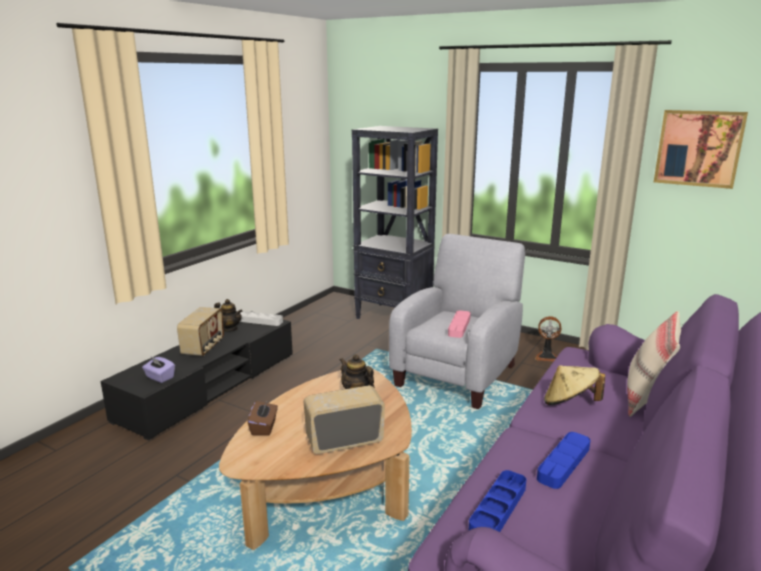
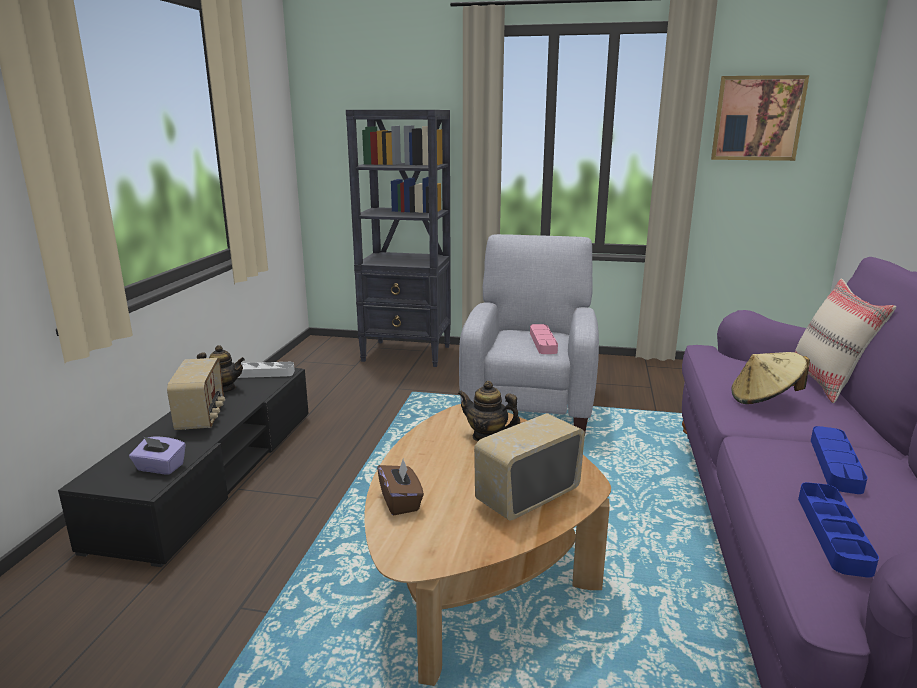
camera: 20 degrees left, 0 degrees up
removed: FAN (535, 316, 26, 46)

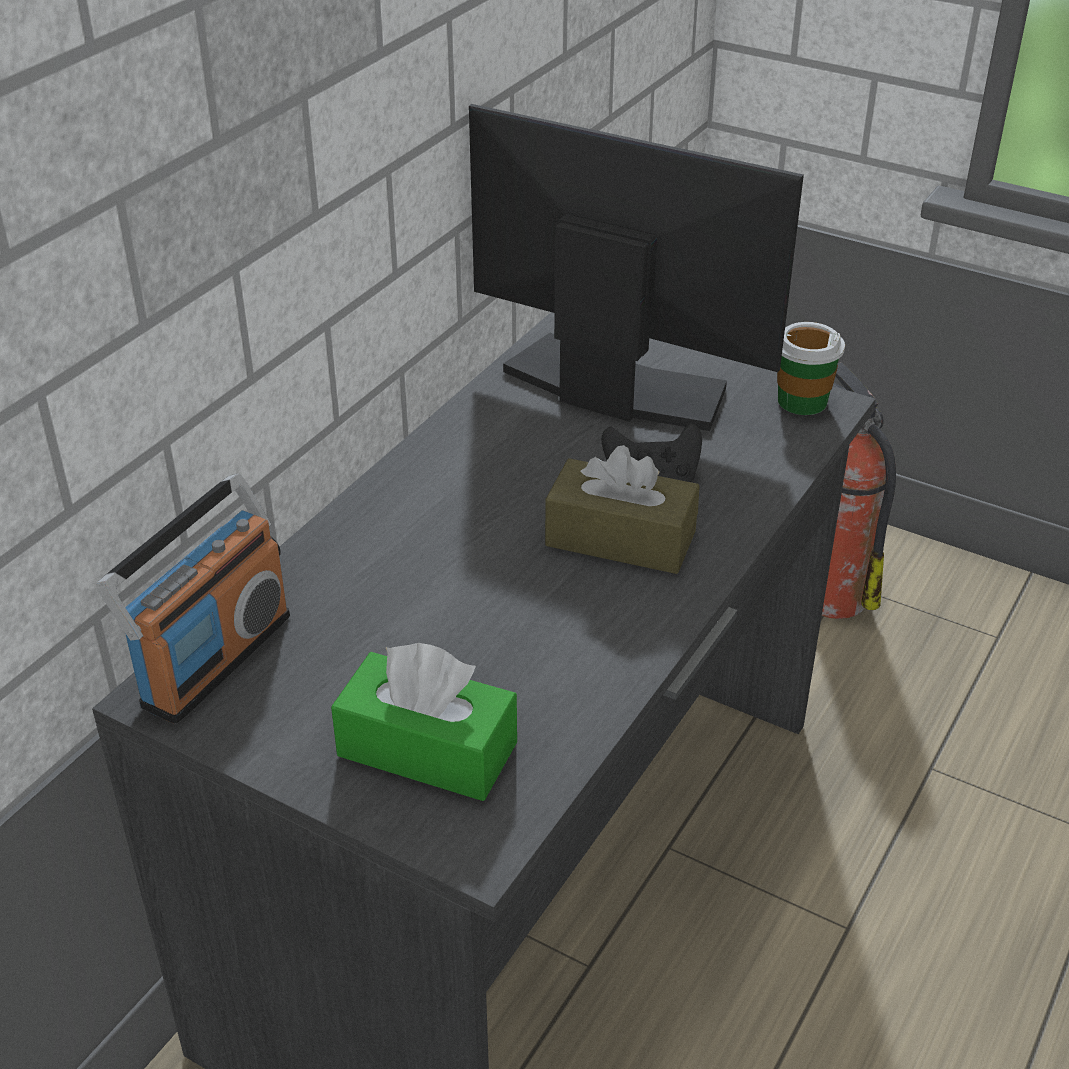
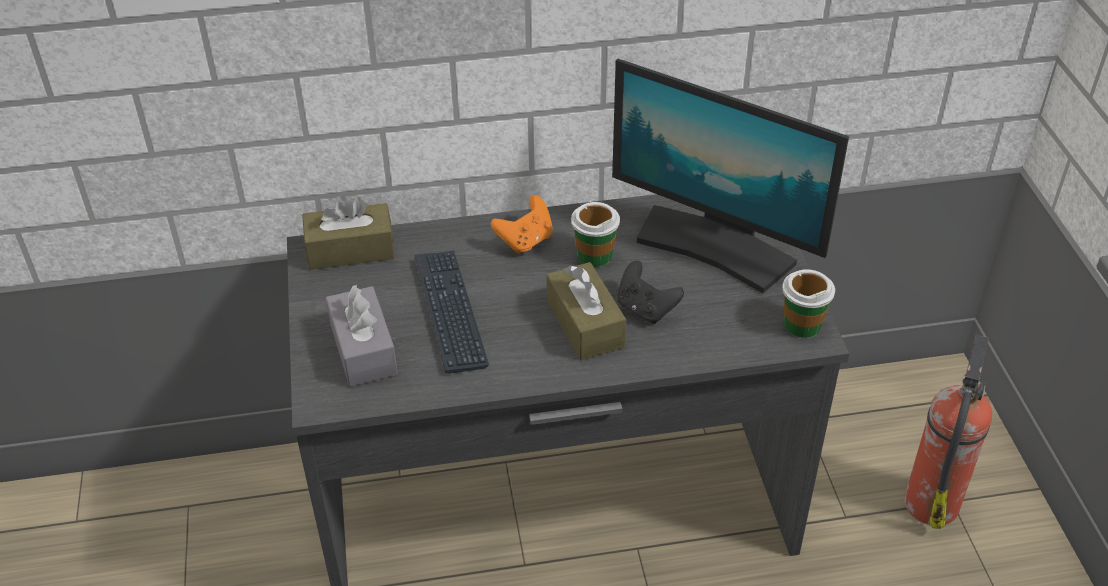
camera: 50 degrees right, 5 degrees up
added: KEYBOARD (414, 250, 75, 124); ORANGE GAME CONTROLLER (491, 195, 62, 59); CUP (571, 202, 49, 65)
replaced: RADIO (97, 474, 193, 250) to BROWN TISSUE BOX (302, 196, 93, 74)
recoloured: GREEN TISSUE BOX (331, 643, 186, 158) to GREY TISSUE BOX (326, 284, 72, 102)
turned: MONITOR (469, 104, 335, 327) = (612, 58, 237, 235) 135 degrees clockwise

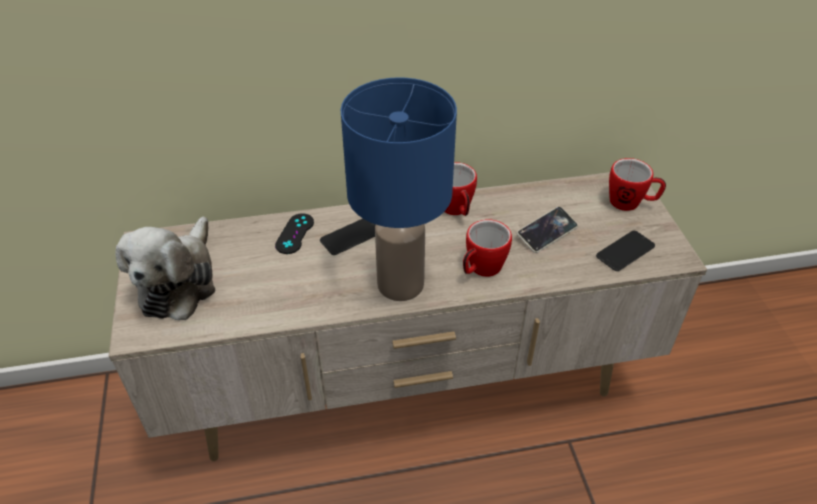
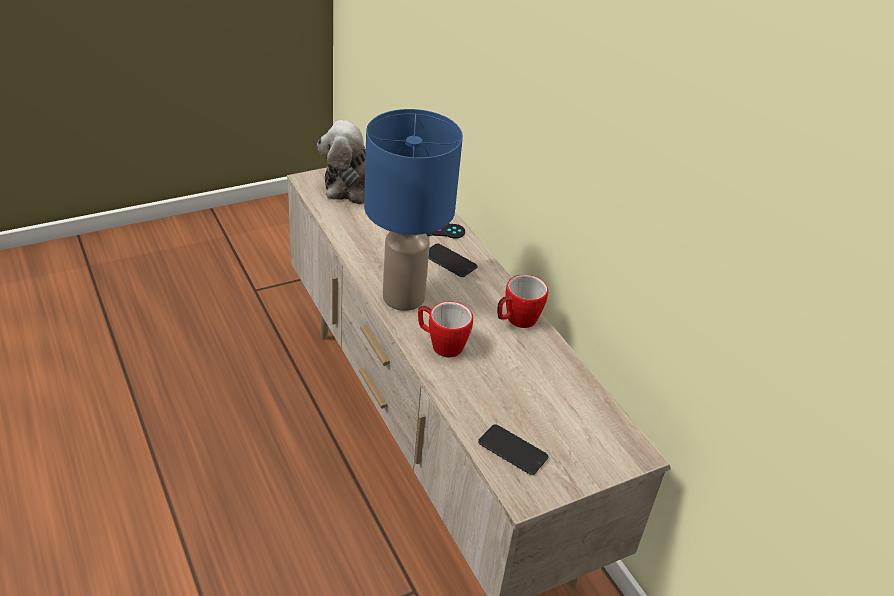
camera: 70 degrees right, 5 degrees down
removed: PHONE (517, 207, 61, 46); MUG (609, 158, 57, 53)

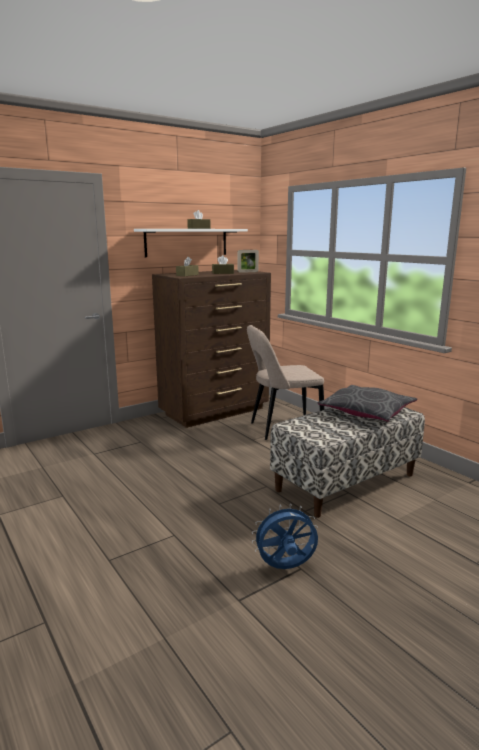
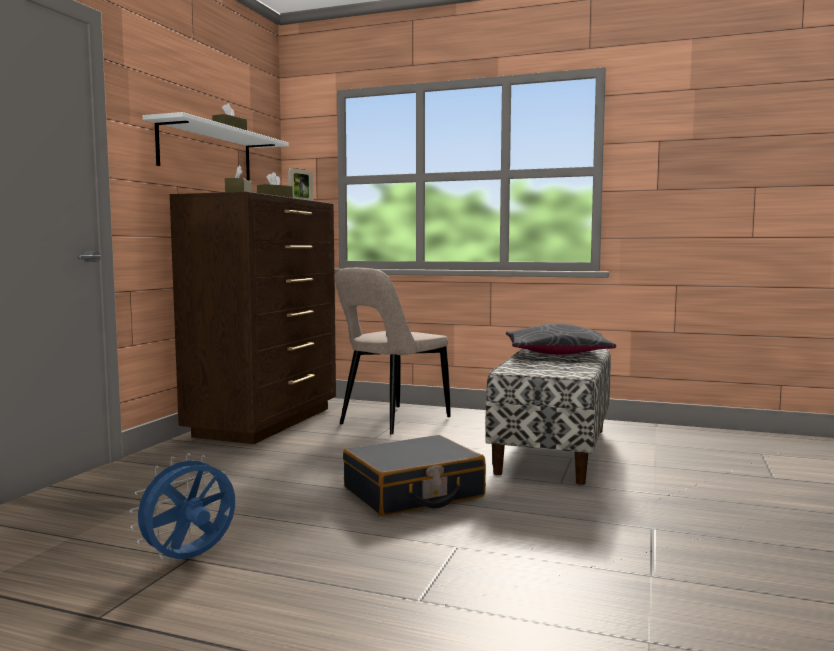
camera: 35 degrees left, 10 degrees down
added: BLACK SUITCASE (343, 435, 143, 81)
moved: BLUE FAN (252, 503, 66, 66) to (130, 453, 105, 106)

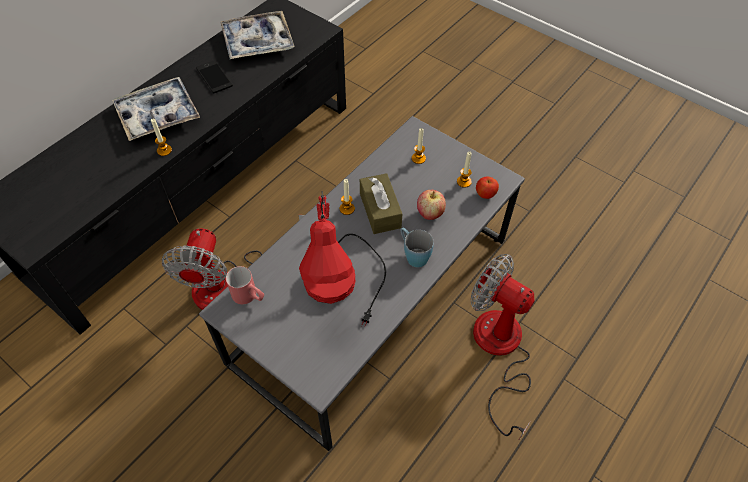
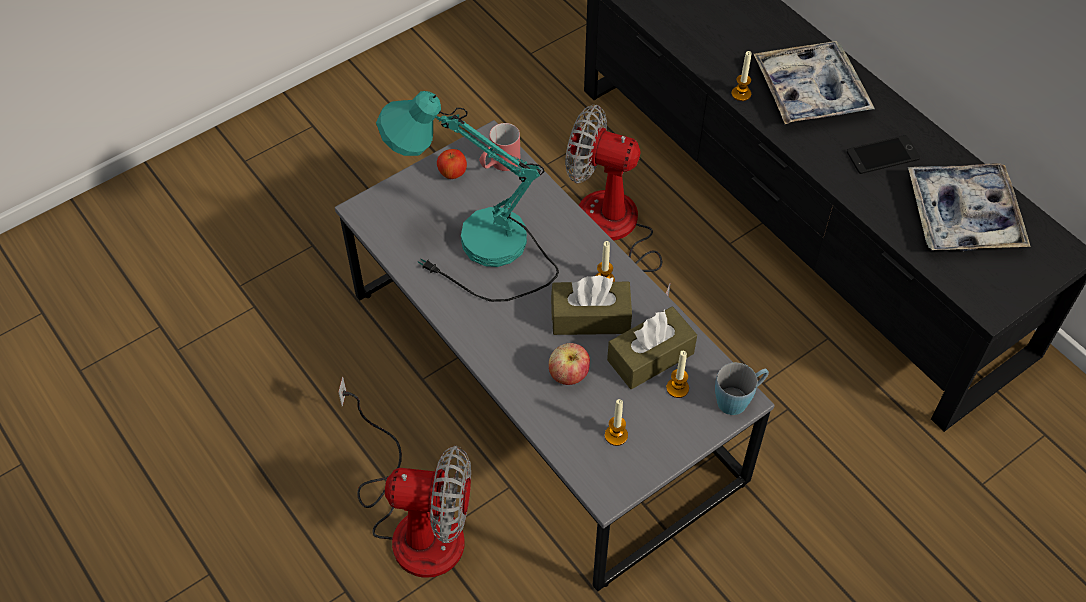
camera: 105 degrees right, 0 degrees up
added: BROWN TISSUE BOX (607, 307, 90, 82)
moved: BLUE MUG (401, 228, 33, 40) to (715, 363, 54, 52); APPLE (476, 177, 23, 22) to (437, 149, 30, 30)
recoloured: RED TABLE LAMP (299, 191, 87, 135) to TURQUOISE TABLE LAMP (376, 91, 183, 211)
turned: FAN (471, 254, 64, 186) = (338, 377, 133, 201) 45 degrees clockwise

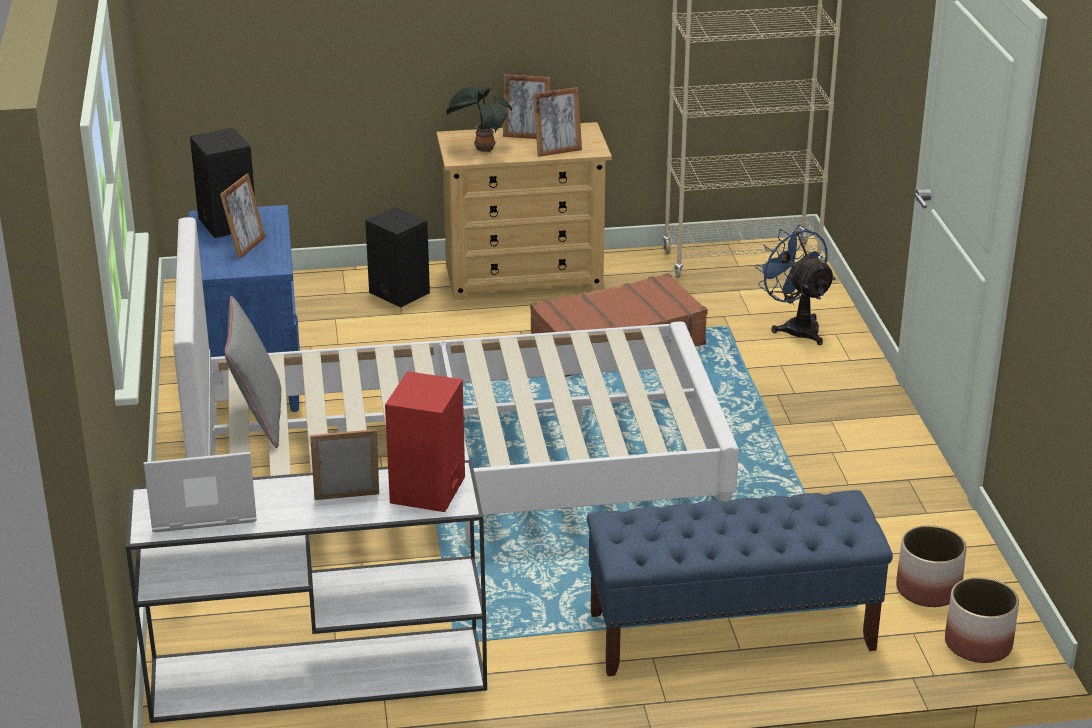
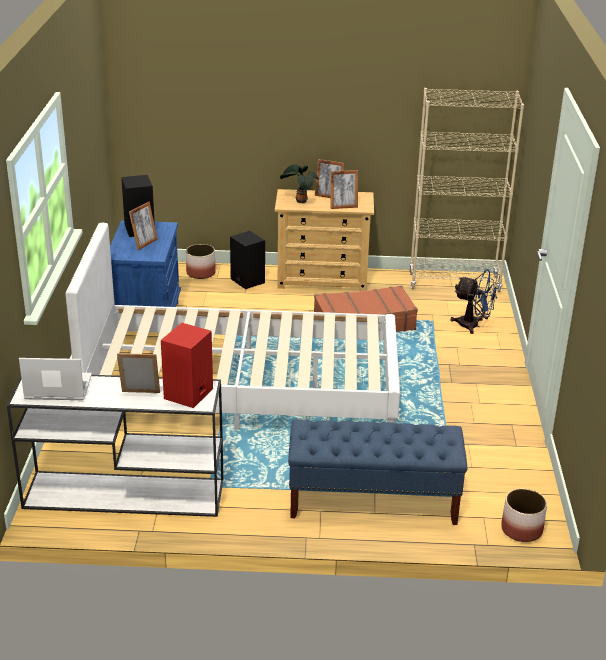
camera: 10 degrees right, 0 degrees up
removed: GREY PILLOW (224, 296, 57, 152)
moved: PLANTER (896, 525, 71, 82) to (186, 244, 30, 35)
turned: BLUE FAN (755, 225, 81, 120) = (450, 269, 50, 65) 135 degrees clockwise

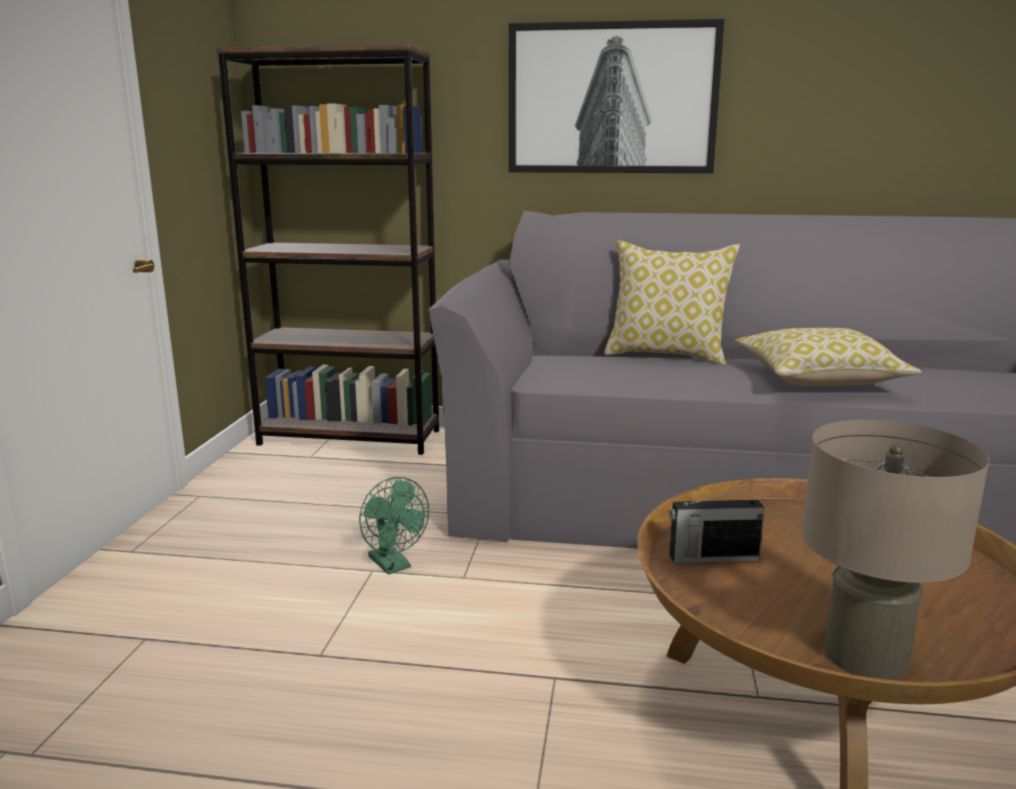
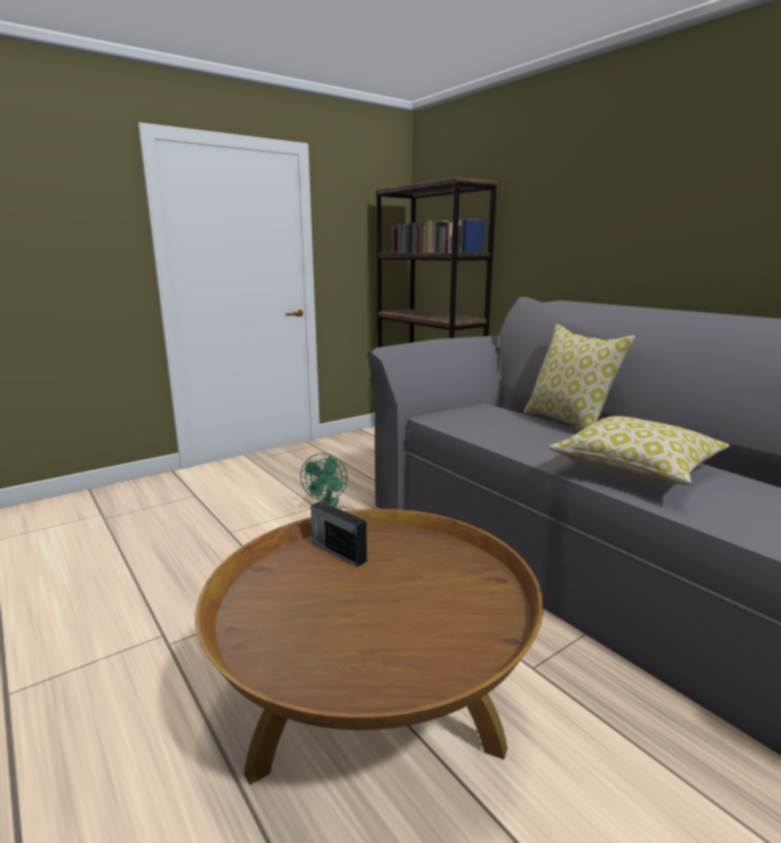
camera: 45 degrees right, 0 degrees up
removed: PICTURE (509, 19, 215, 154); BEIGE TABLE LAMP (801, 420, 188, 260)

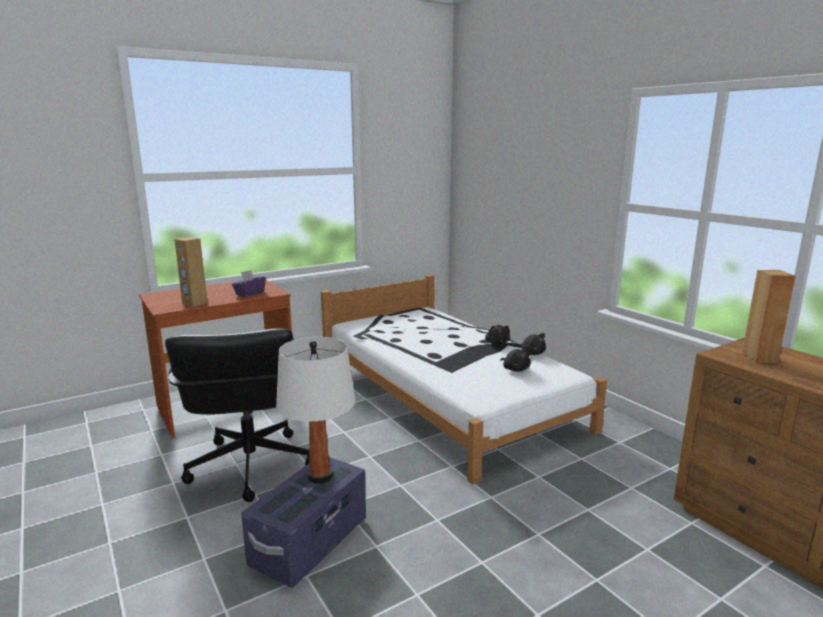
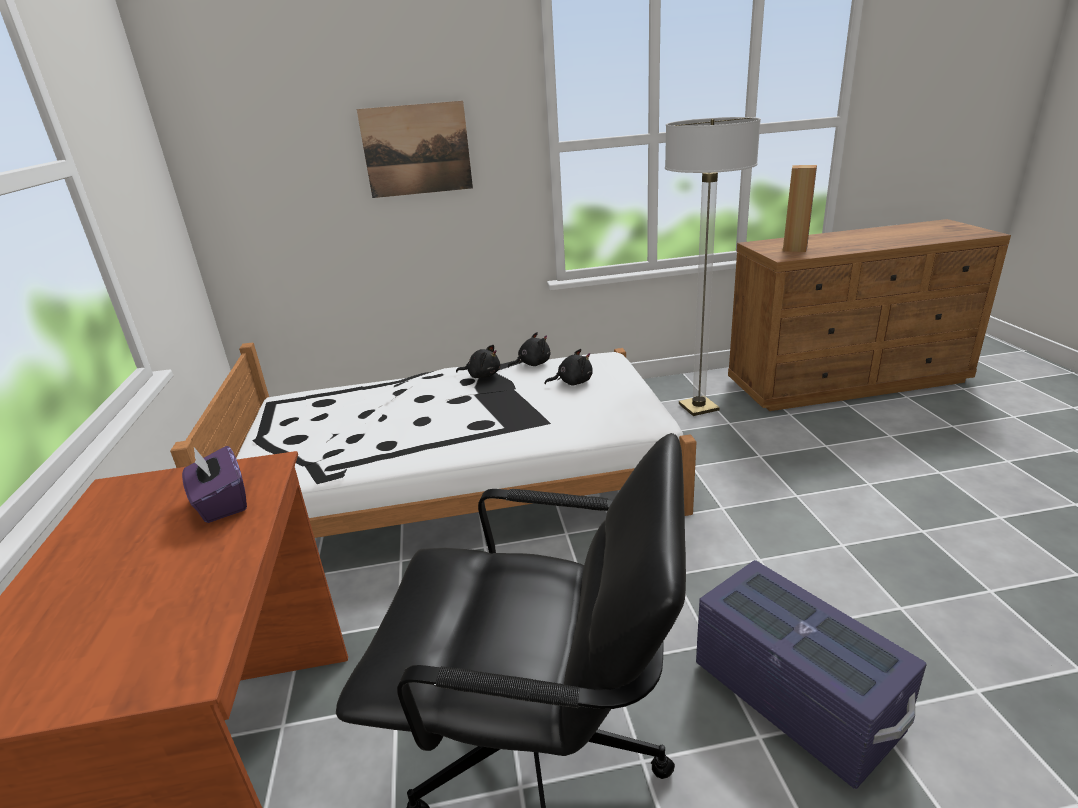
camera: 65 degrees left, 10 degrees up
removed: BROWN SPEAKER (174, 237, 34, 70); WHITE TABLE LAMP (276, 337, 80, 147)
added: PICTURE (357, 101, 116, 97); FLOOR LAMP (665, 117, 96, 299)

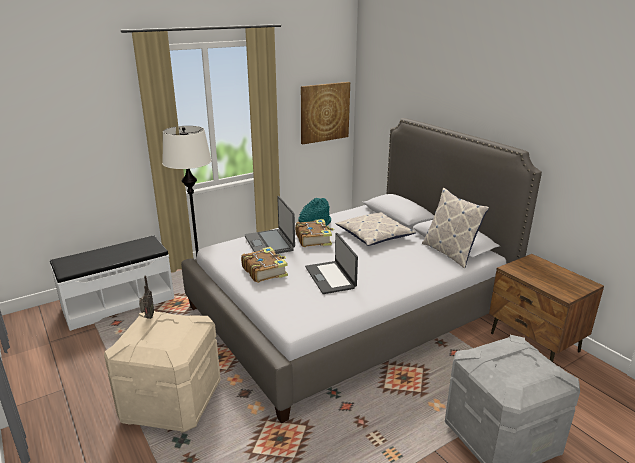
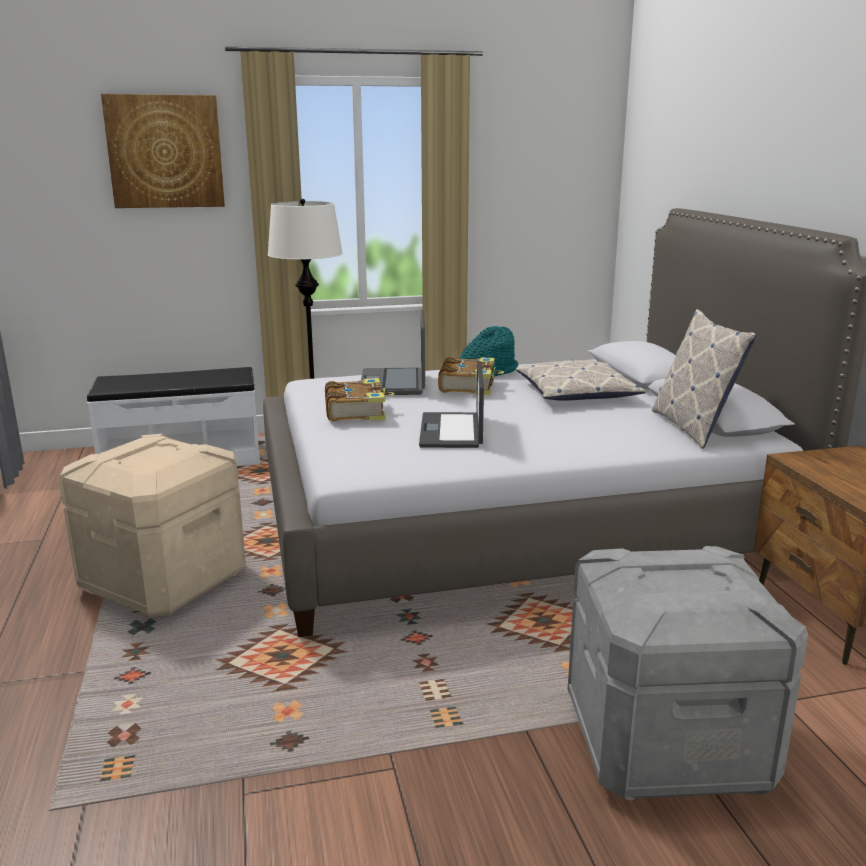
camera: 20 degrees right, 5 degrees down
removed: RADIO (139, 276, 15, 43)
moved: PICTURE (301, 82, 49, 62) to (101, 94, 124, 114)

